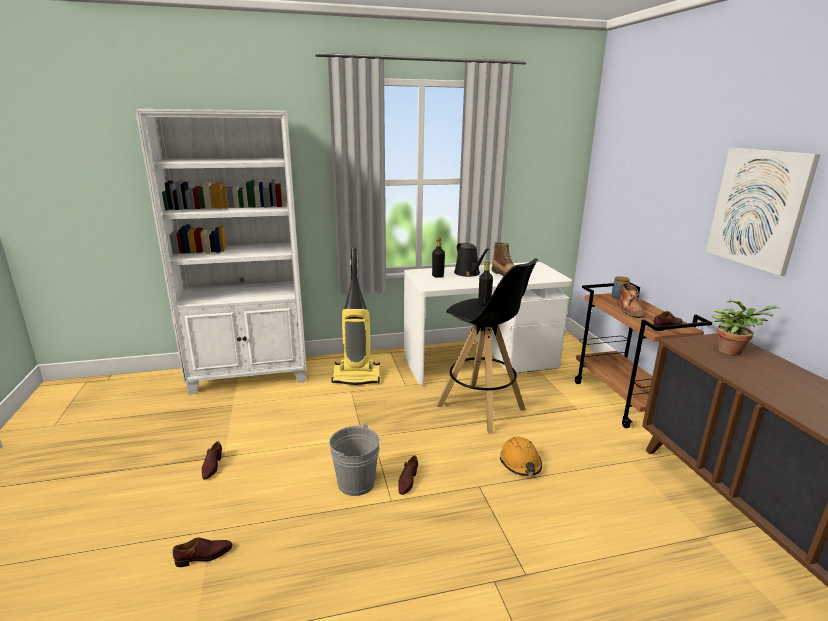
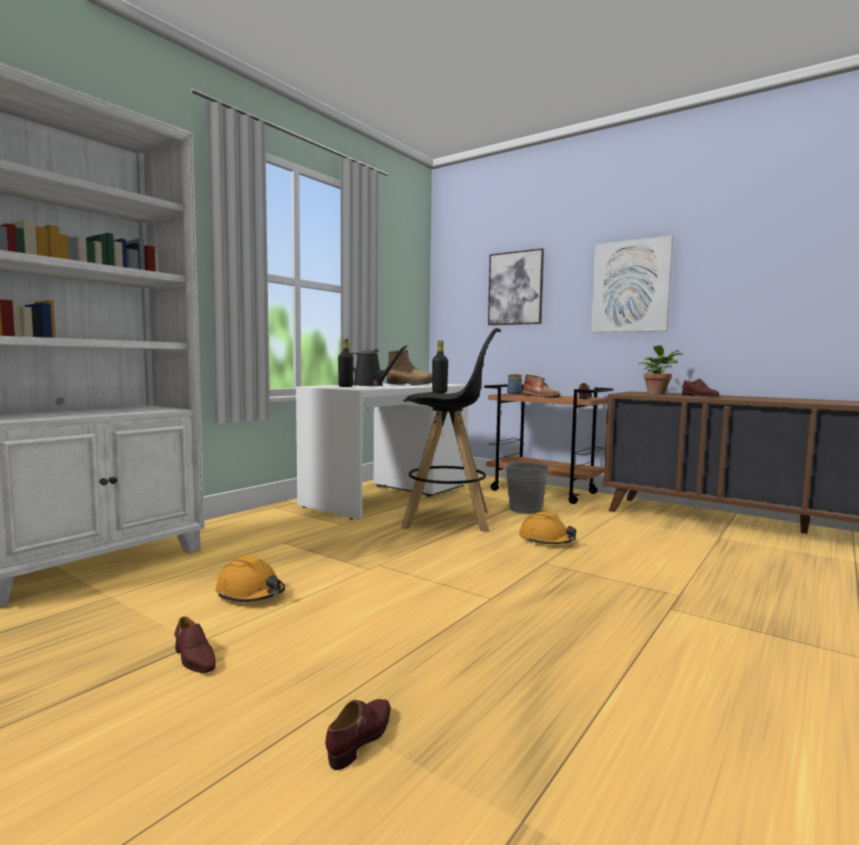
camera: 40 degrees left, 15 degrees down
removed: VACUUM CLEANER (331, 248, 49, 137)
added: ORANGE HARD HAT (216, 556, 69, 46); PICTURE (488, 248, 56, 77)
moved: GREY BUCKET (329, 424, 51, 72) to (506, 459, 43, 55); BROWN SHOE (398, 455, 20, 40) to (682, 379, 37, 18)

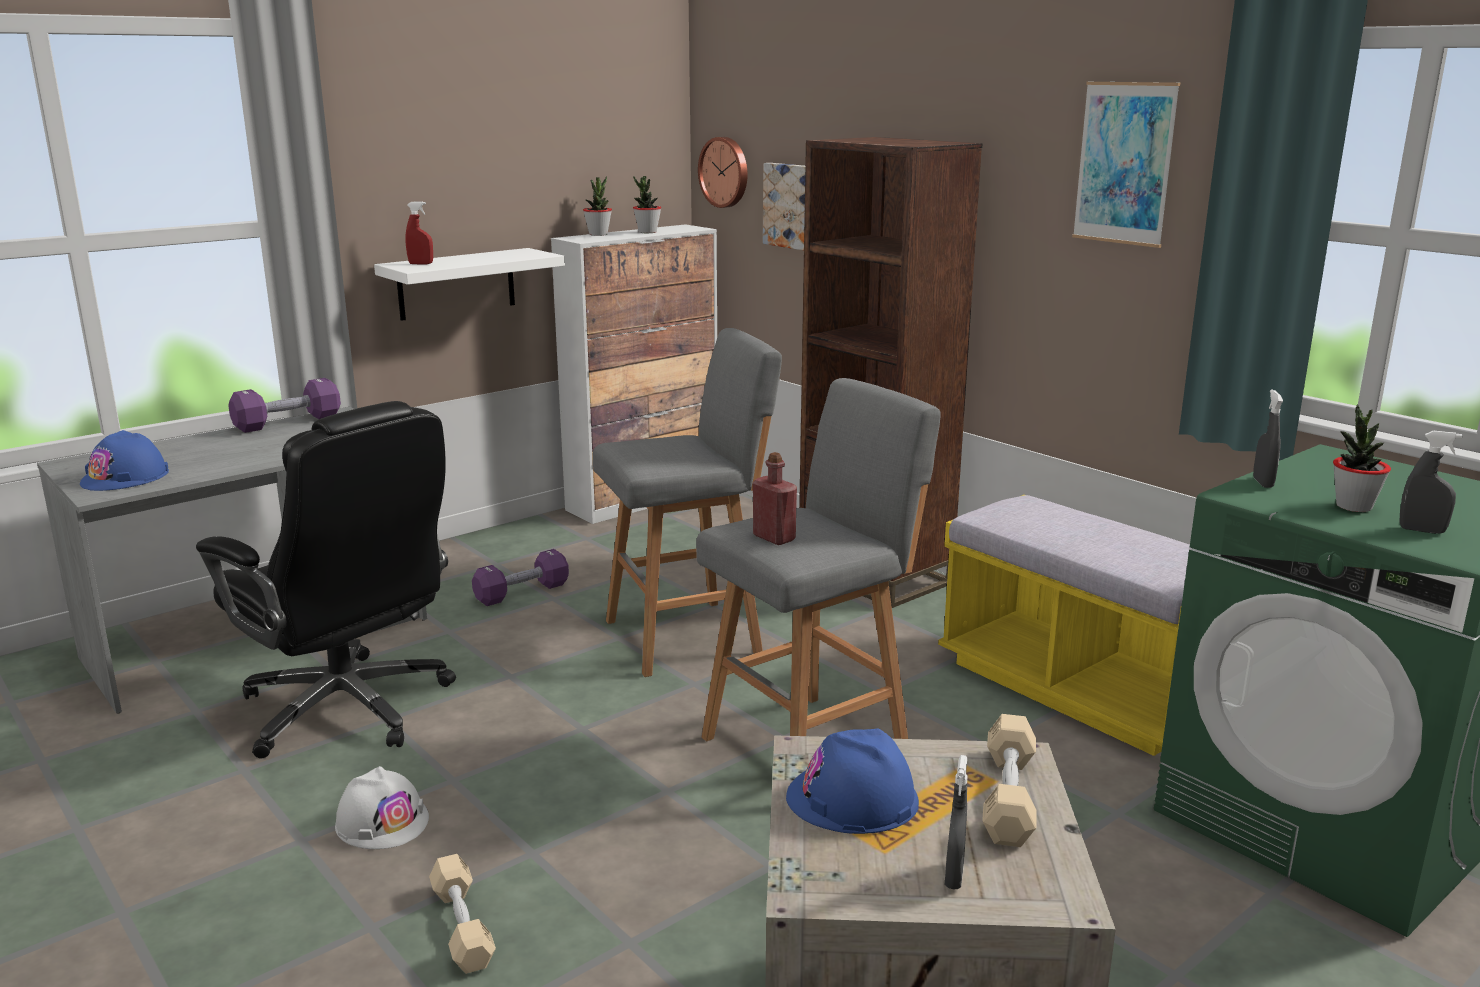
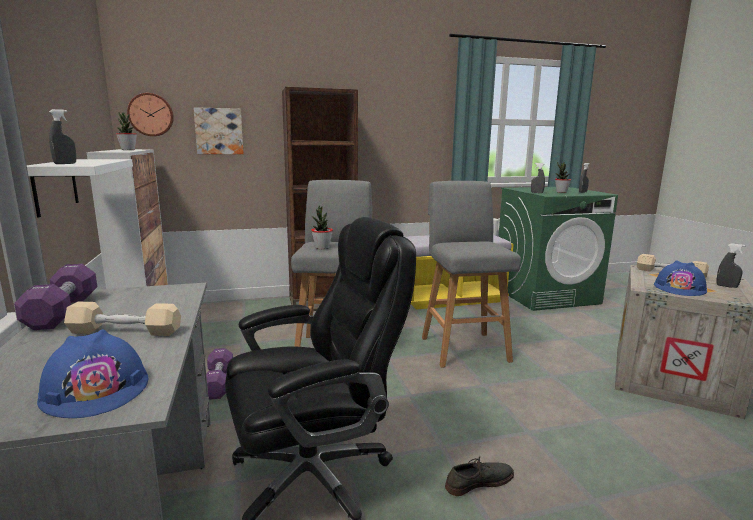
camera: 65 degrees left, 5 degrees down
removed: RED BOTTLE (753, 452, 44, 93); PICTURE (1072, 82, 108, 166)
moved: BEIGE DUMBBELL (429, 854, 67, 120) to (64, 302, 117, 34); POTTED PLANT (583, 176, 29, 60) to (311, 206, 22, 43)
replaced: WHITE HARD HAT (335, 766, 94, 83) to GREY SHOE (445, 456, 69, 40)
recoloured: RED SPRAY BOTTLE (405, 201, 28, 63) to GREY SPRAY BOTTLE (49, 109, 27, 55)

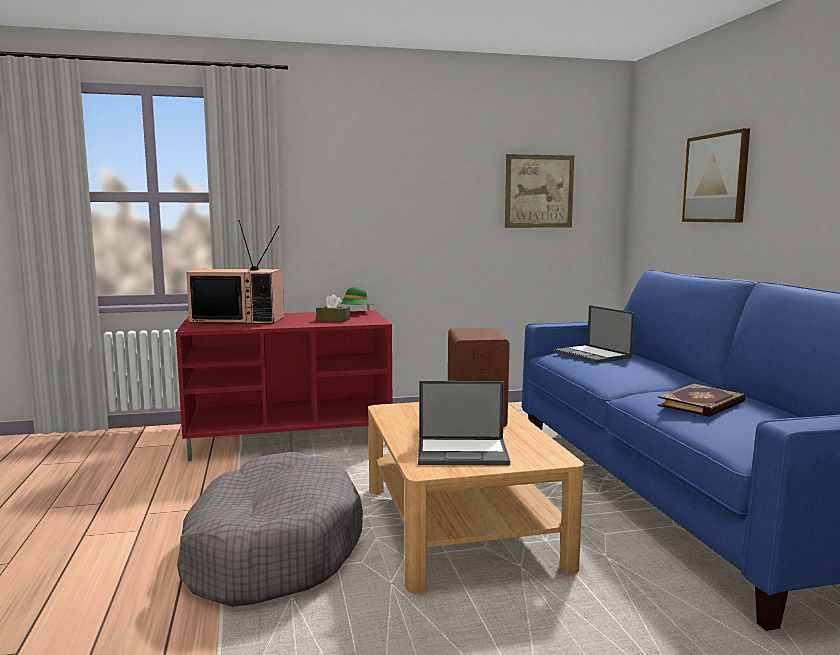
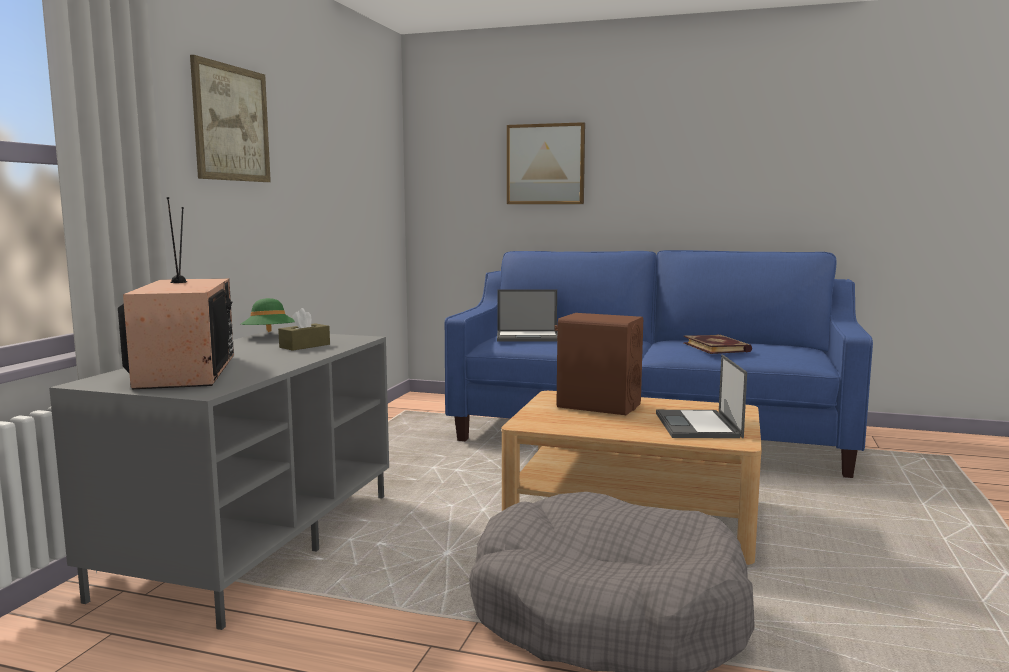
camera: 60 degrees left, 0 degrees up
moved: PICTURE (505, 154, 69, 74) to (190, 55, 81, 127)
recoloured: RED TV STAND (176, 310, 216, 151) to GREY TV STAND (49, 331, 340, 299)
turned: TELEVISION (186, 220, 98, 104) = (118, 197, 116, 192) 45 degrees counterclockwise; LAPTOP (418, 381, 92, 85) = (656, 354, 91, 84) 150 degrees clockwise

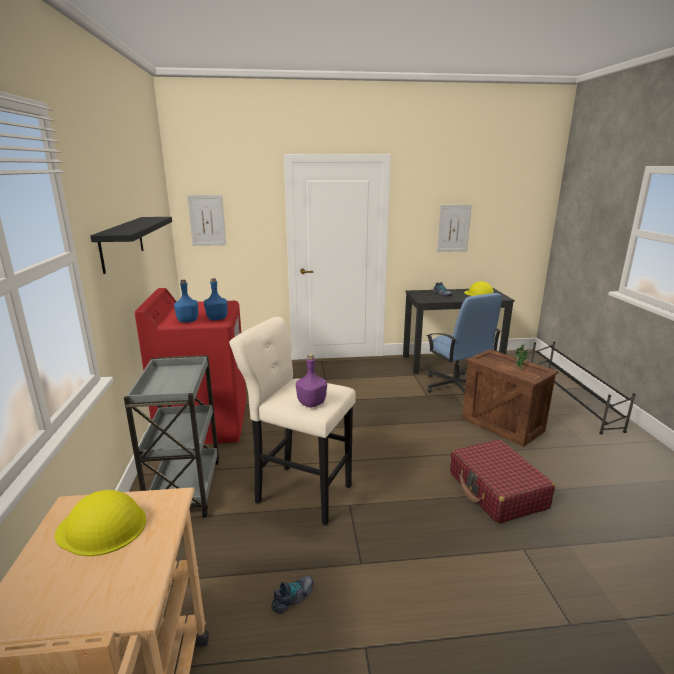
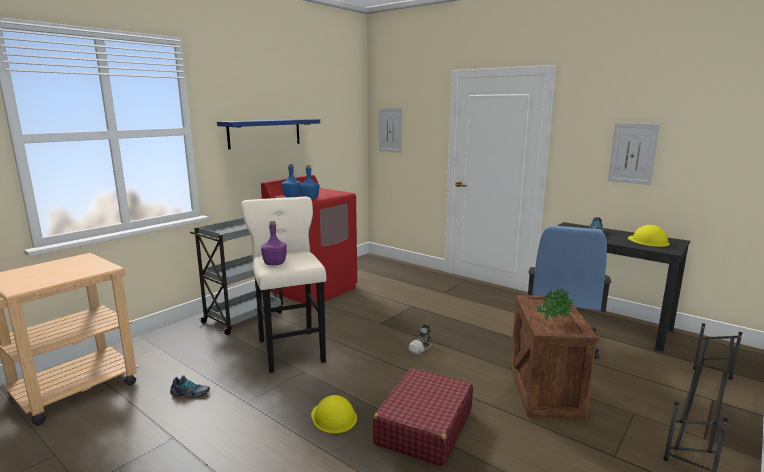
camera: 45 degrees right, 5 degrees down
added: SHOE (408, 324, 24, 31)
moved: YELLOW HARD HAT (55, 490, 91, 66) to (311, 395, 46, 39)
recoloured: BLACK SHELF (90, 217, 82, 57) to BLUE SHELF (217, 119, 103, 30)

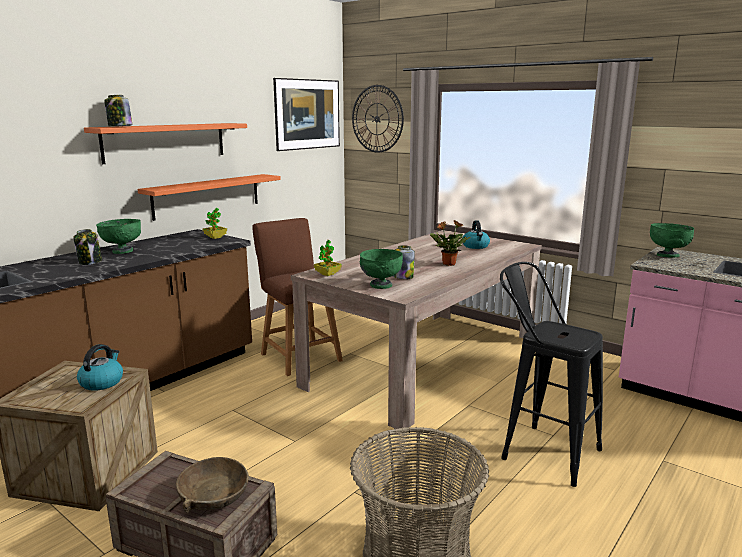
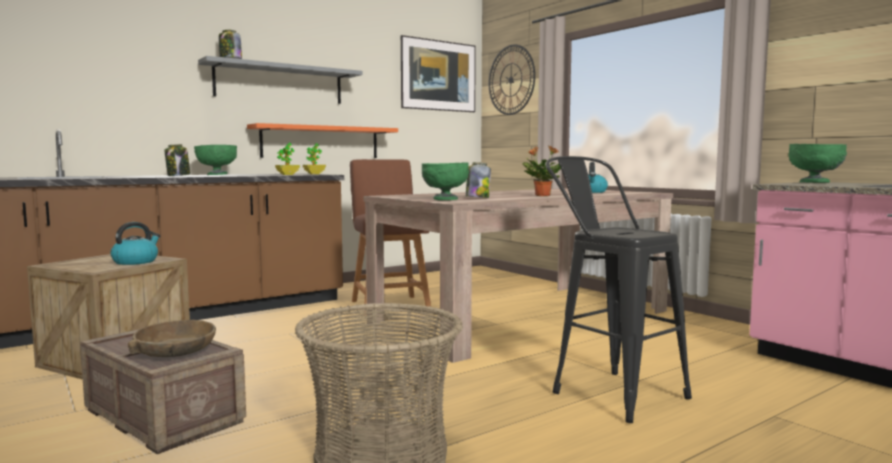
camera: 15 degrees right, 10 degrees down
moved: POTTED PLANT (314, 240, 28, 36) to (275, 142, 25, 33)
recoloured: ORANGE SHELF (84, 123, 163, 41) to GREY SHELF (198, 56, 164, 48)

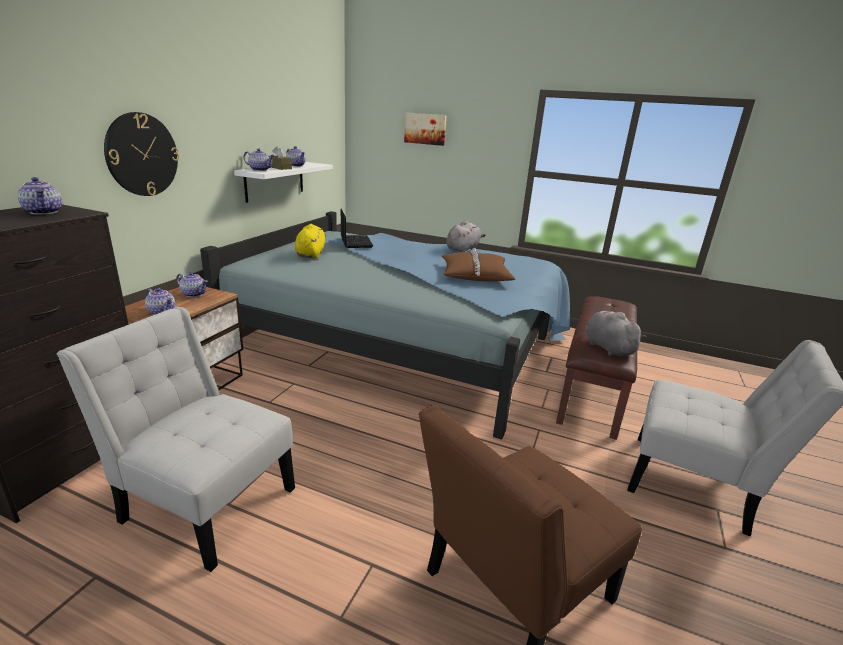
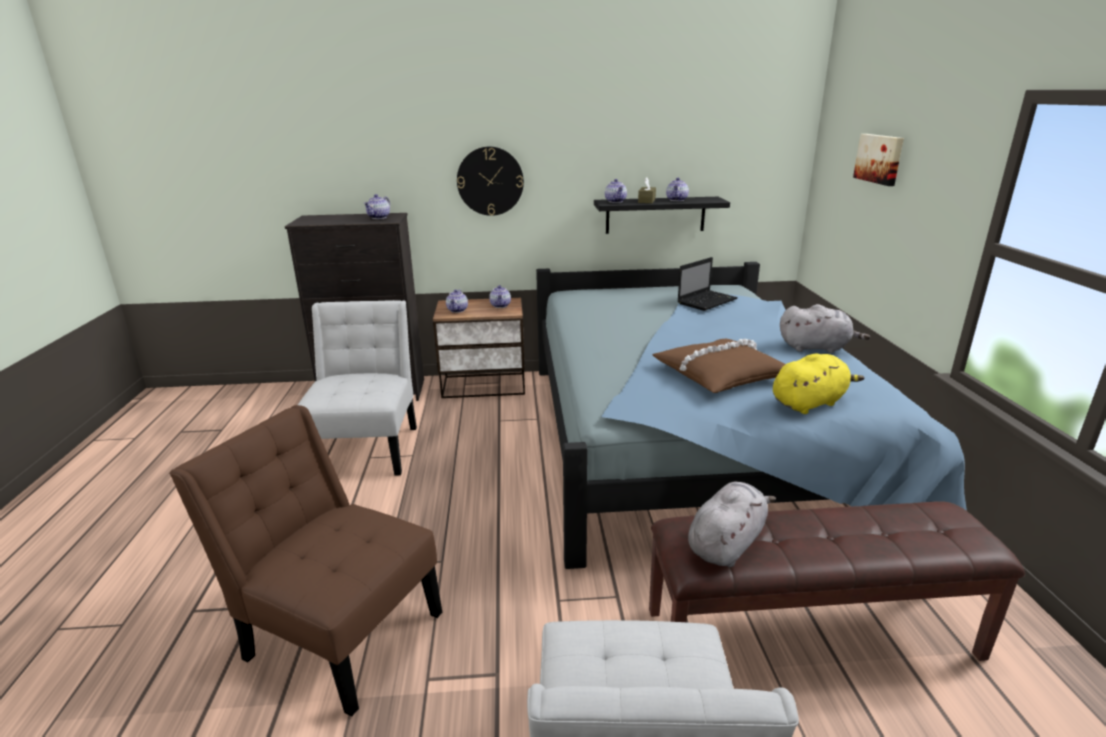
camera: 65 degrees right, 0 degrees up
moved: YELLOW PLUSH TOY (295, 224, 31, 35) to (773, 353, 91, 61)
recoloured: WHITE SHELF (234, 162, 99, 41) to BLACK SHELF (594, 197, 136, 37)

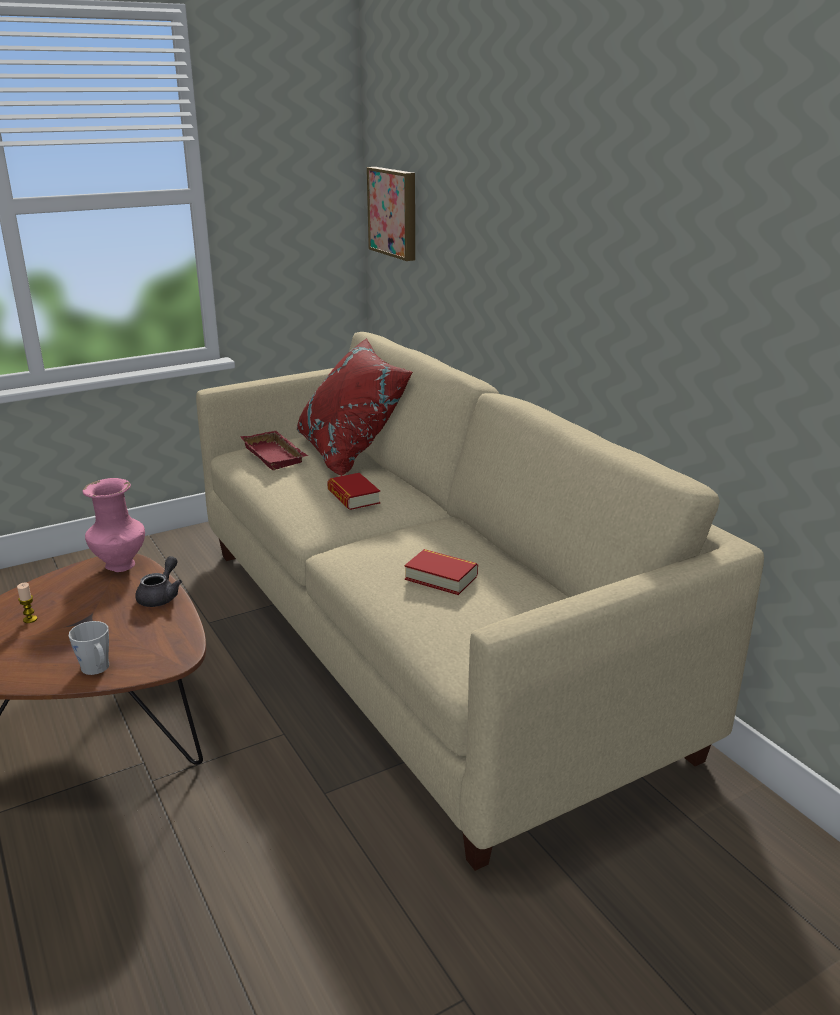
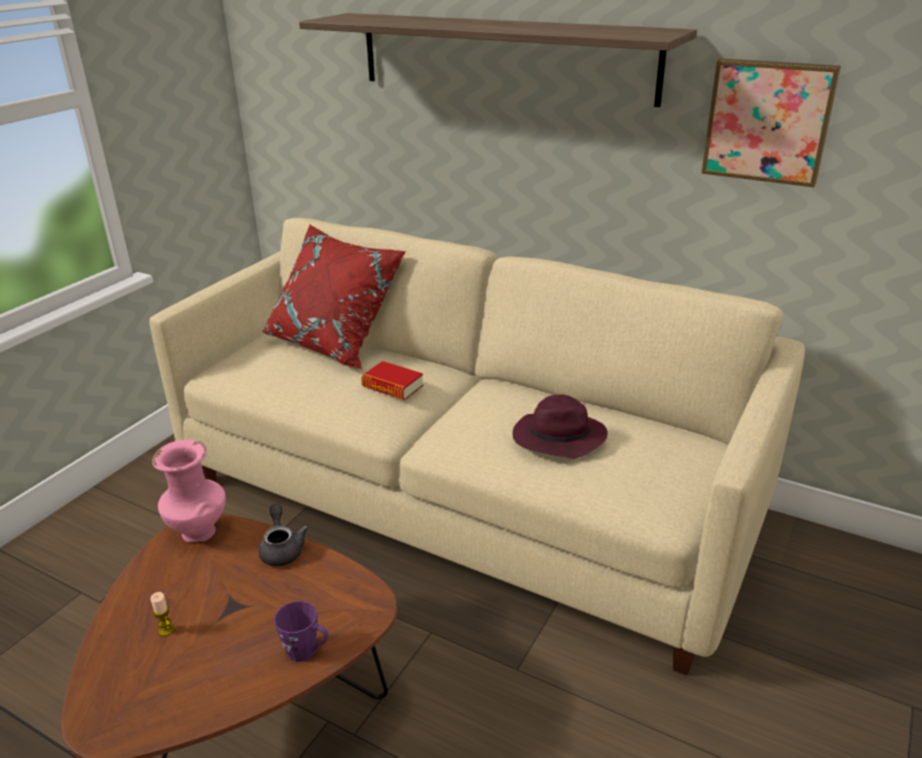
camera: 30 degrees left, 5 degrees up
removed: RED TRAY (241, 431, 67, 39)
added: SHELF (299, 13, 398, 94)
moved: PICTURE (367, 167, 48, 94) to (701, 58, 140, 129)
replaced: BOOK (405, 549, 73, 46) to PURPLE HAT (513, 394, 95, 65)
recoloured: GREY MUG (69, 621, 40, 54) to PURPLE MUG (274, 601, 55, 61)

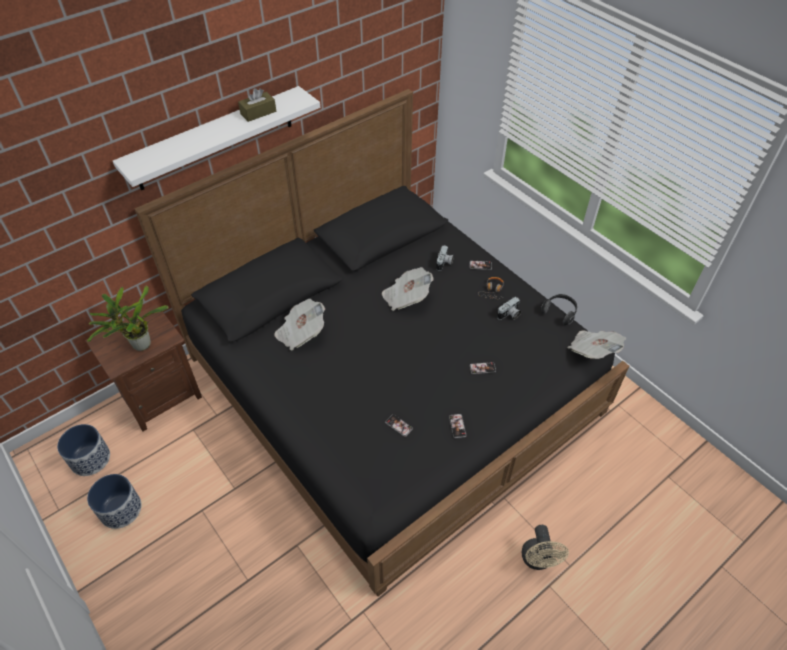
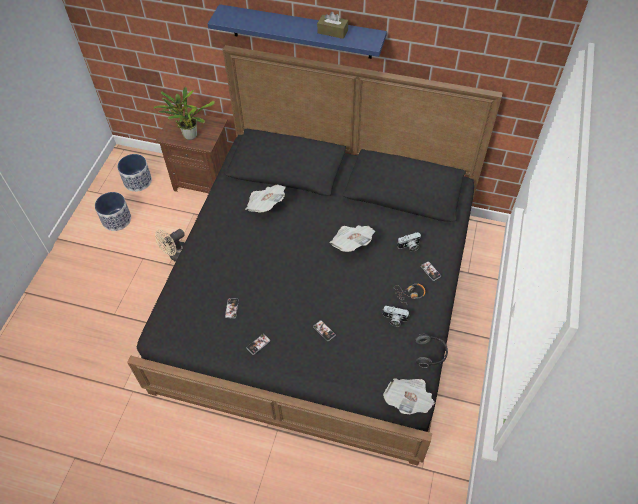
camera: 55 degrees right, 5 degrees up
moved: BEIGE FAN (522, 525, 47, 45) to (155, 229, 30, 33)
recoloured: WHITE SHELF (113, 86, 207, 104) to BLUE SHELF (208, 4, 179, 55)

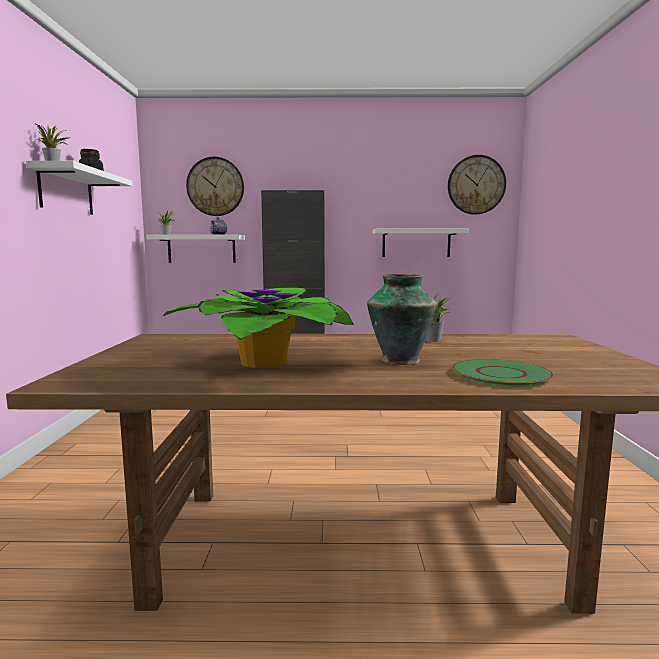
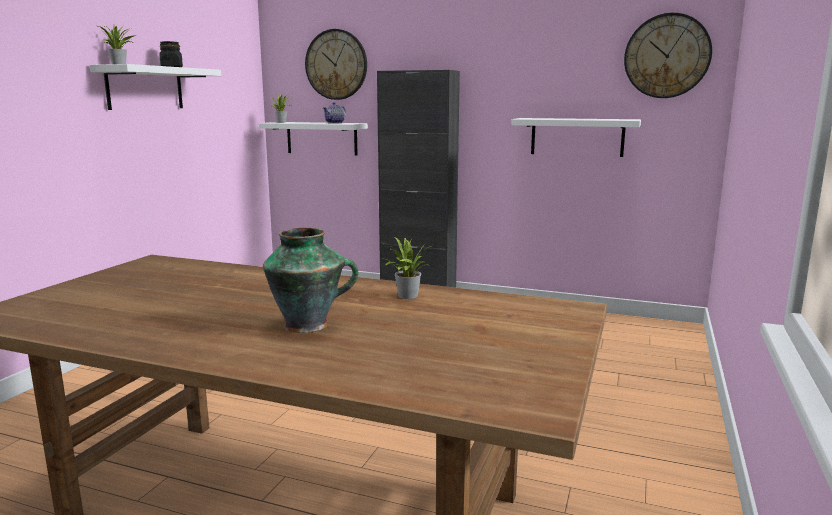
camera: 20 degrees right, 5 degrees up
removed: POTTED PLANT (163, 288, 191, 80); GREEN PLATE (452, 359, 102, 28)

